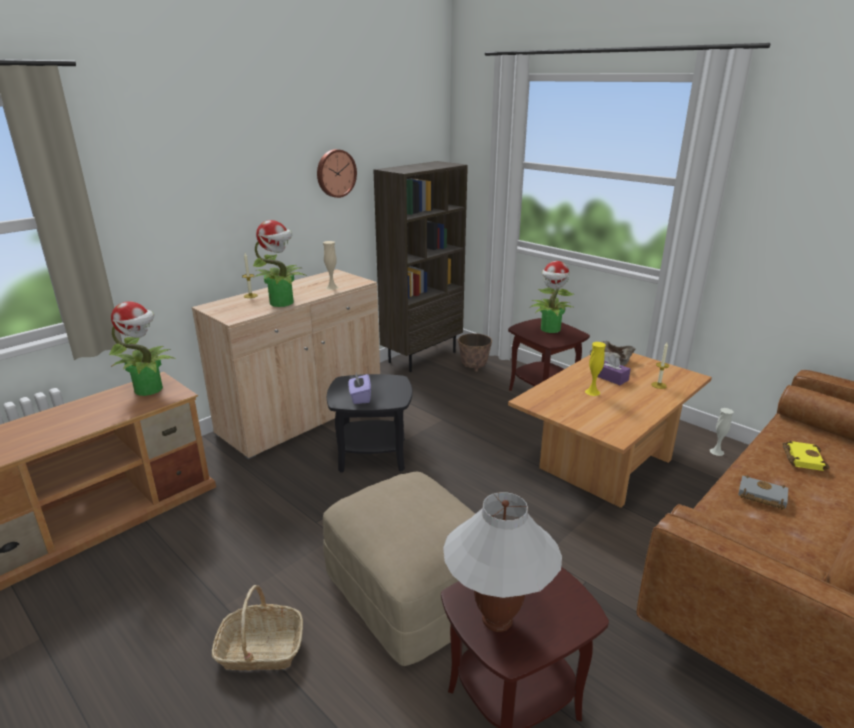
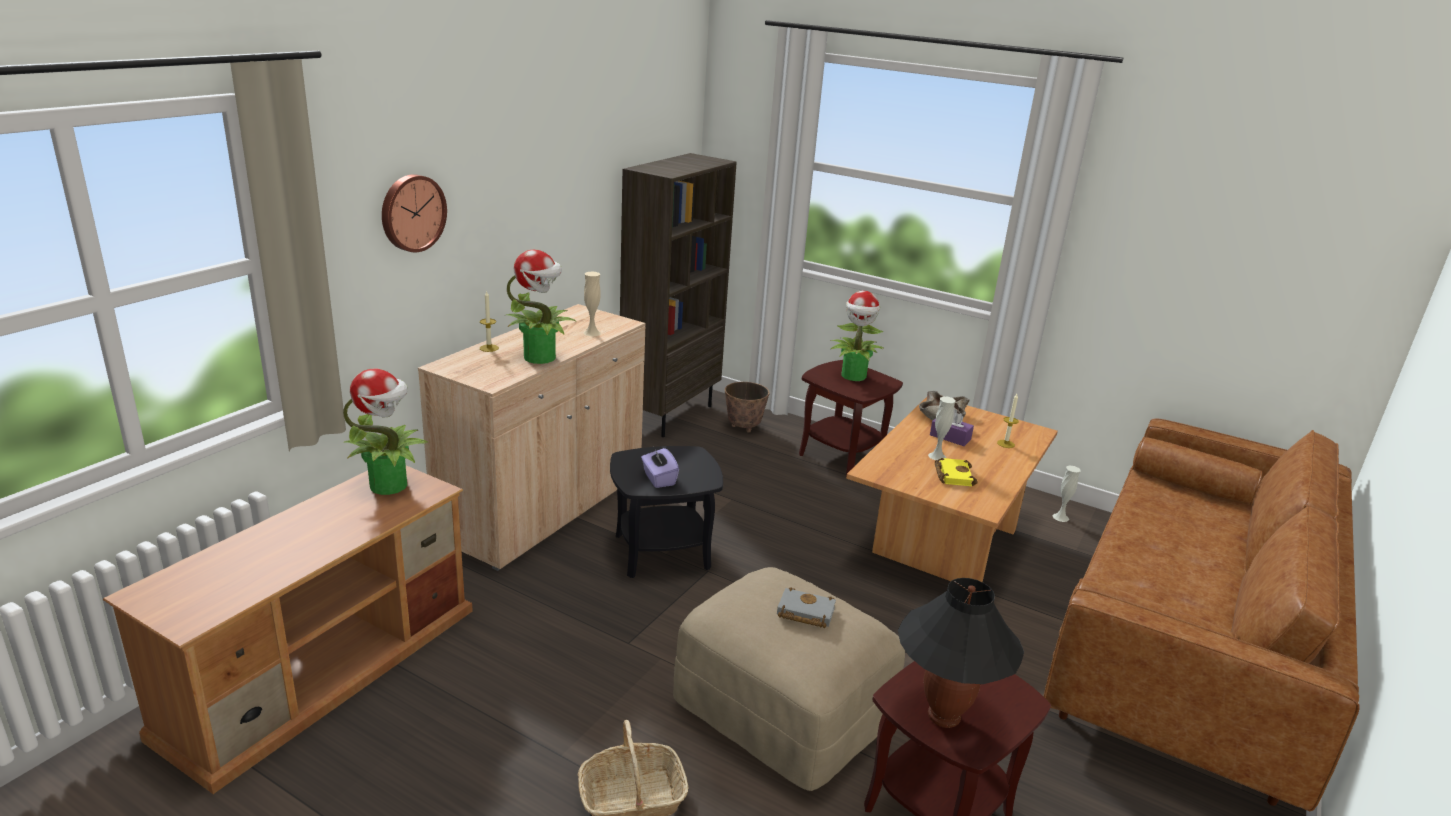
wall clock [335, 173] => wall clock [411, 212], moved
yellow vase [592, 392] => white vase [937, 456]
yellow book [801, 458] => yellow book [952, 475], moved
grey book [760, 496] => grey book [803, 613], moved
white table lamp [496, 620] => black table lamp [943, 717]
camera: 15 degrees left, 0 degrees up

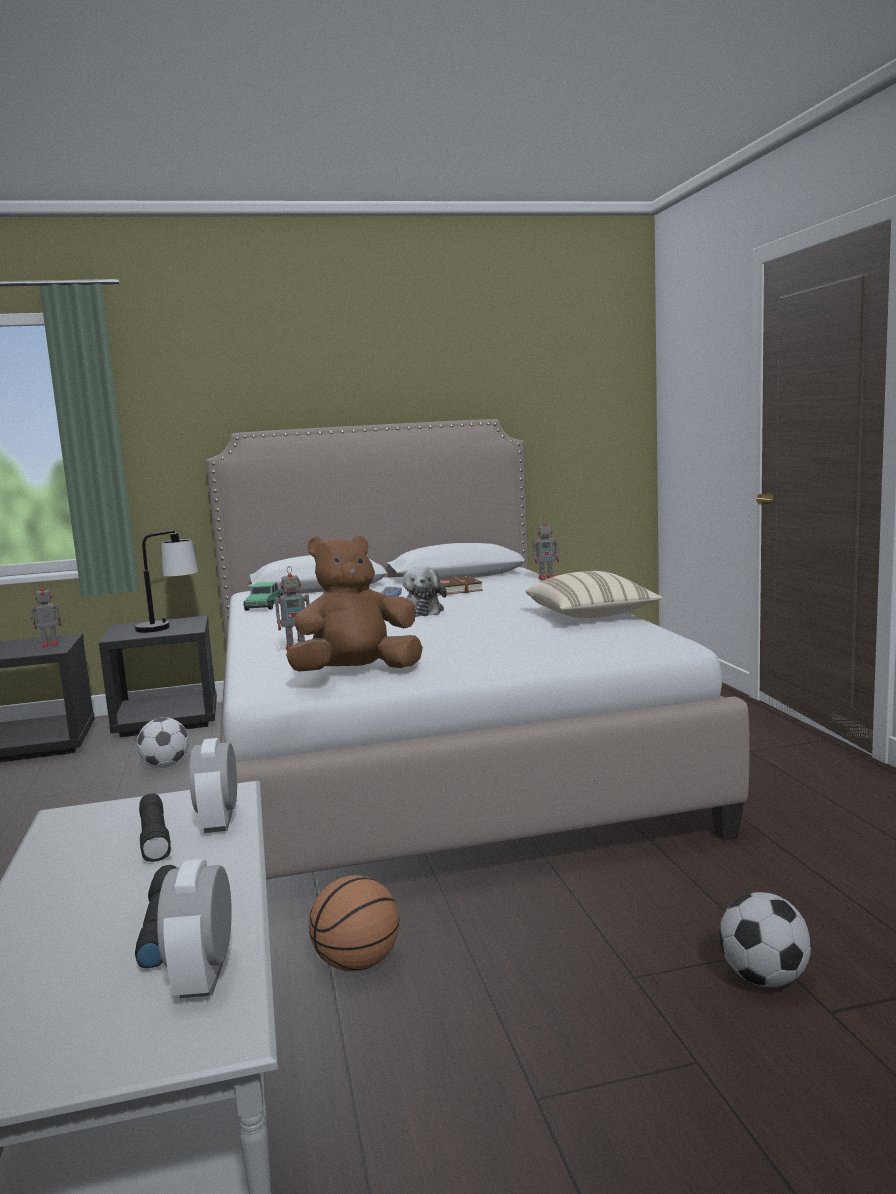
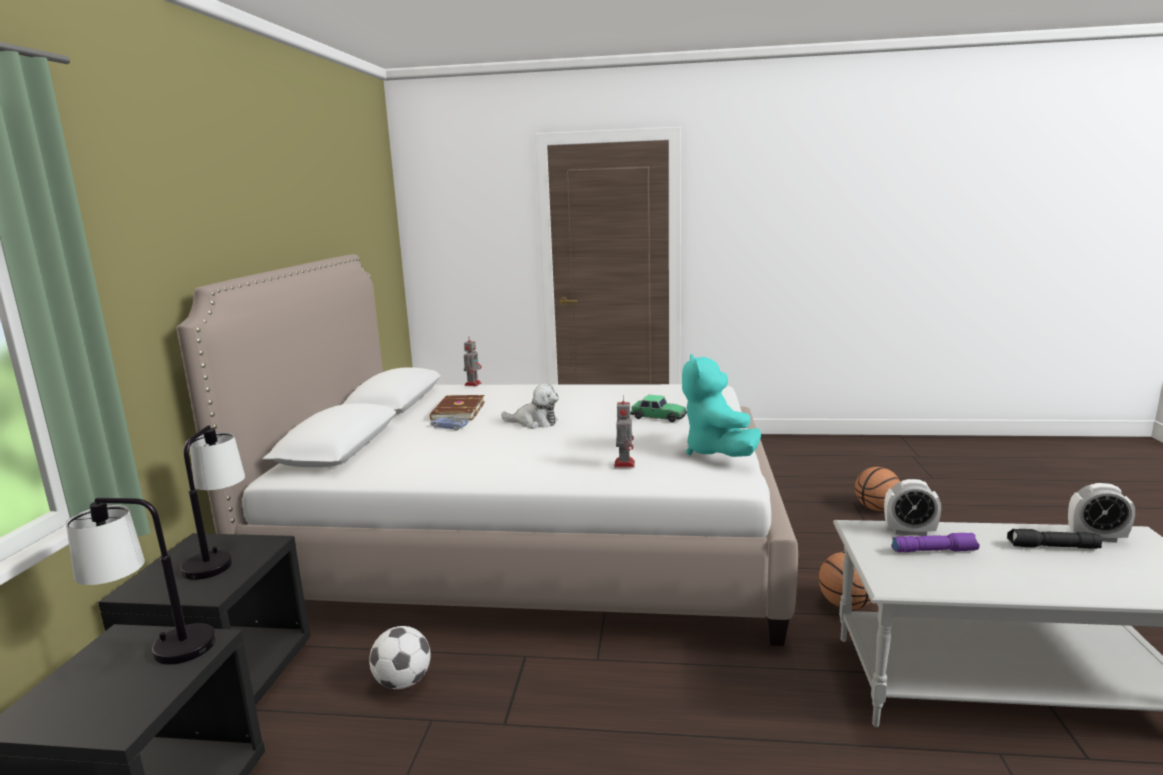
brown plush toy [356, 673] => turquoise plush toy [717, 452]
beige pillow [591, 616] => nothing
toy car [264, 606] => toy car [658, 417], moved
toy robot [49, 645] => table lamp [157, 649]
black flashlight [156, 838] => purple flashlight [934, 550]
football [763, 978] => basketball [876, 508]
camera: 70 degrees left, 5 degrees up

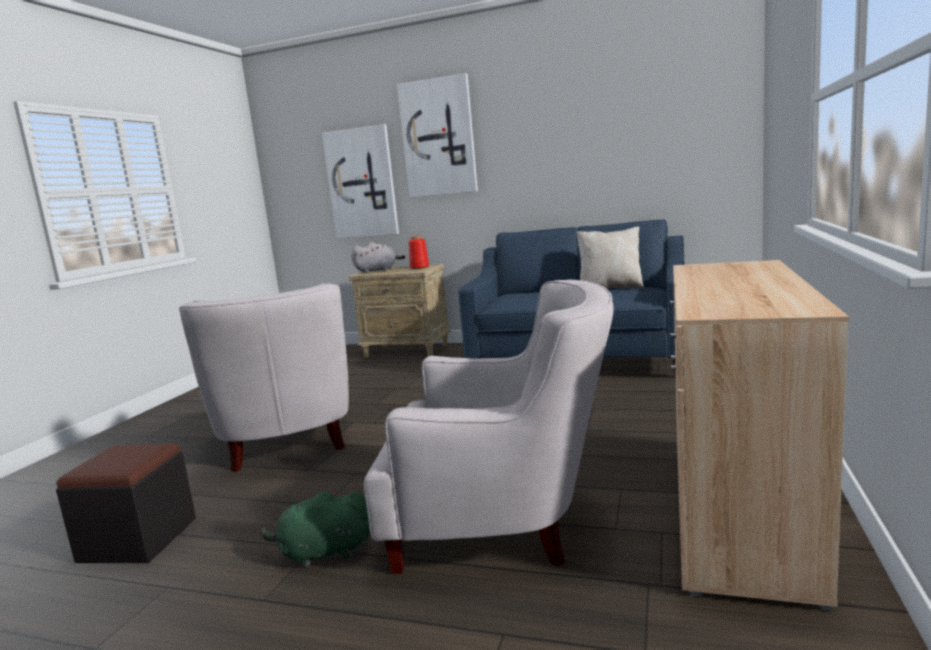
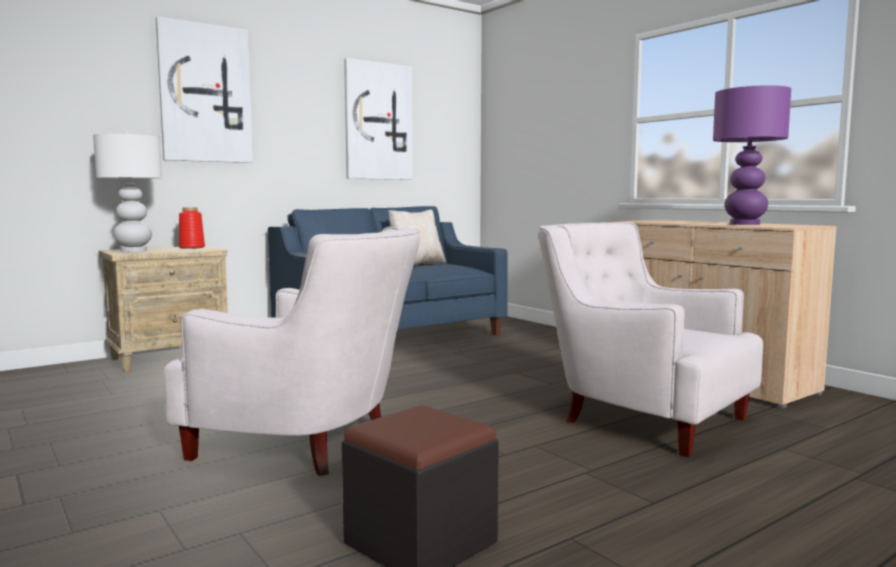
picture [361, 183] => picture [378, 121], moved
grey plush toy [377, 270] => white table lamp [134, 250]
white armchair [502, 523] => white armchair [640, 417], 90 degrees counterclockwise
green plush toy [323, 554] => nothing
nothing => purple table lamp [744, 224]
camera: 55 degrees left, 5 degrees down

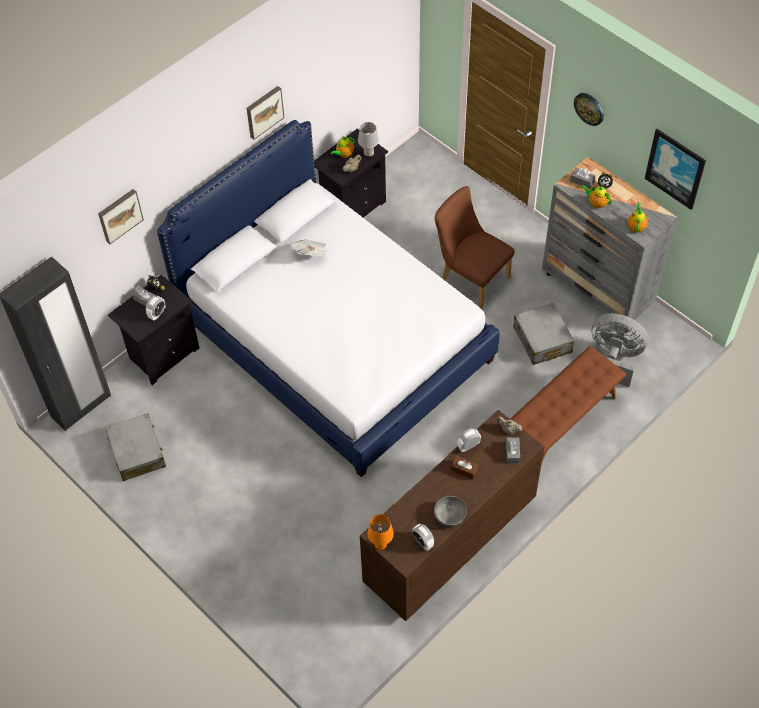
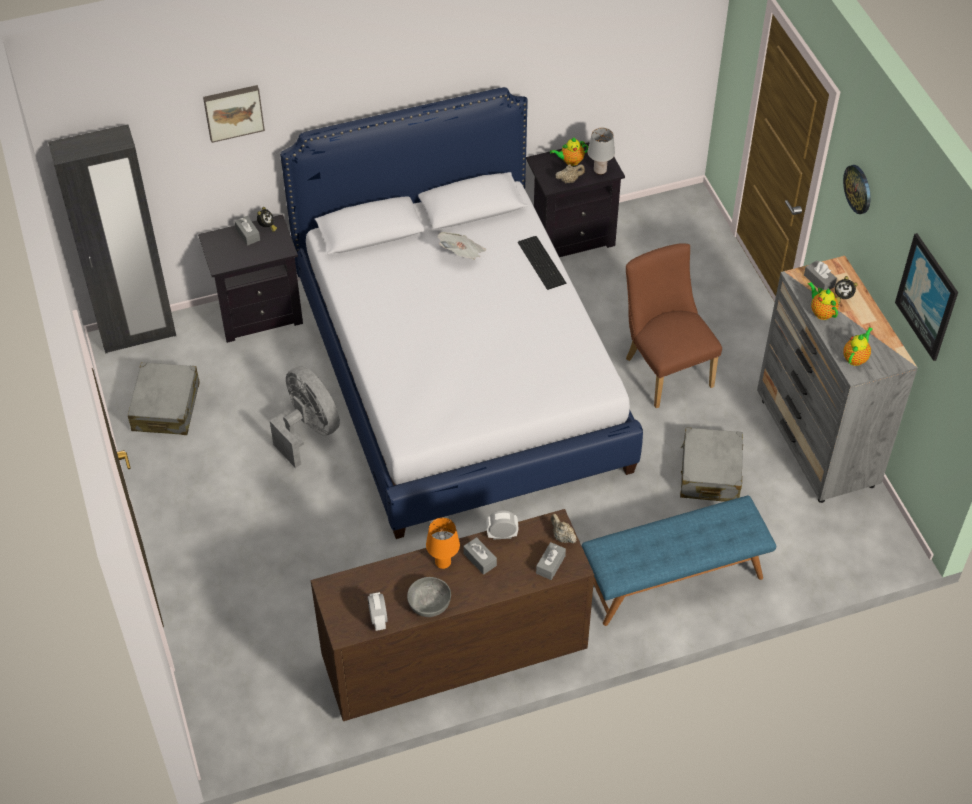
picture [264, 111] => nothing
alarm clock [157, 314] => nothing
grey fan [615, 357] => grey fan [309, 430], moved
brown bench [561, 424] => blue bench [673, 580]
brown tissue box [464, 470] => grey tissue box [480, 559]
orange table lamp [380, 544] => orange table lamp [442, 562], moved
nothing => keyboard [542, 262]
camera: 25 degrees right, 5 degrees down

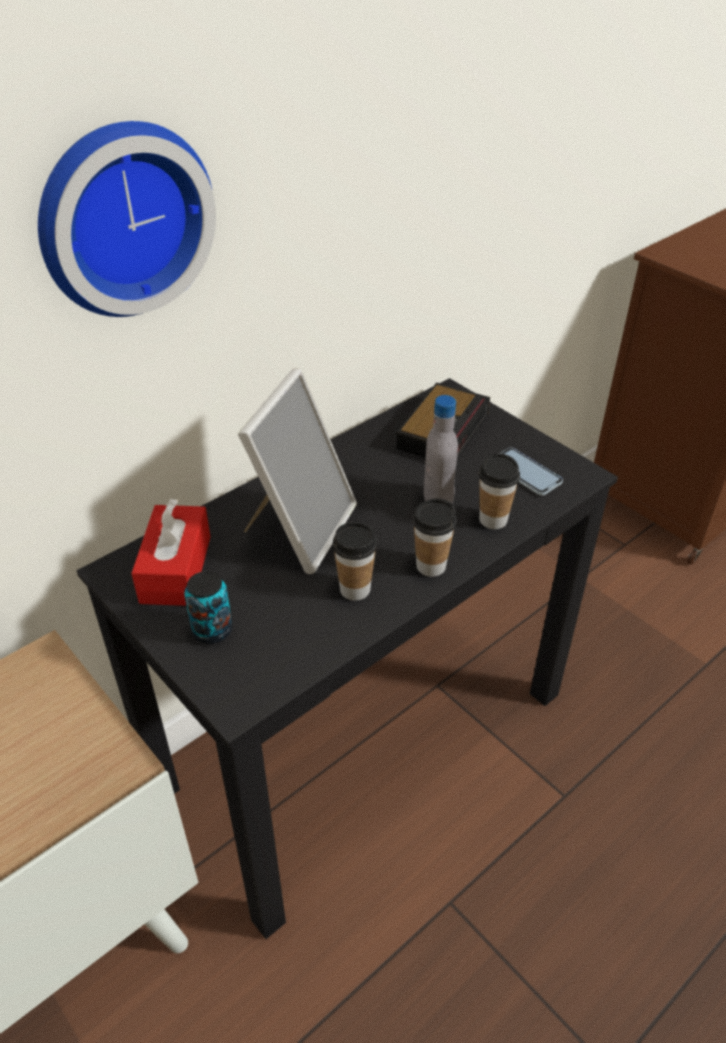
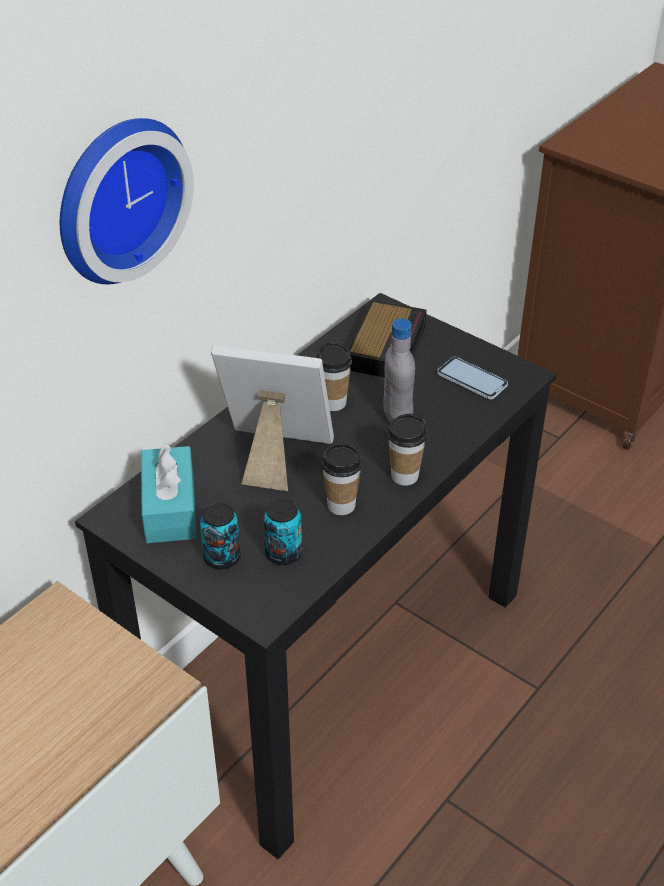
picture frame [299, 528] => picture frame [274, 456], 90 degrees counterclockwise
cup [493, 520] => cup [333, 403], moved
red tissue box [176, 569] => turquoise tissue box [170, 508]
nothing => can [283, 553]
camera: 10 degrees left, 0 degrees up

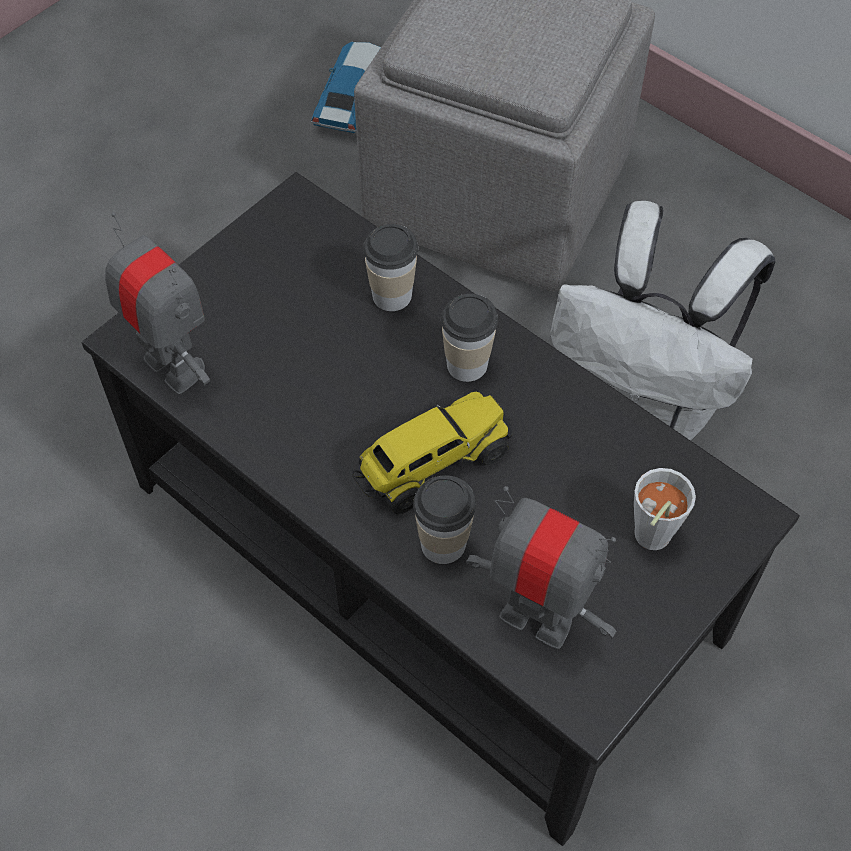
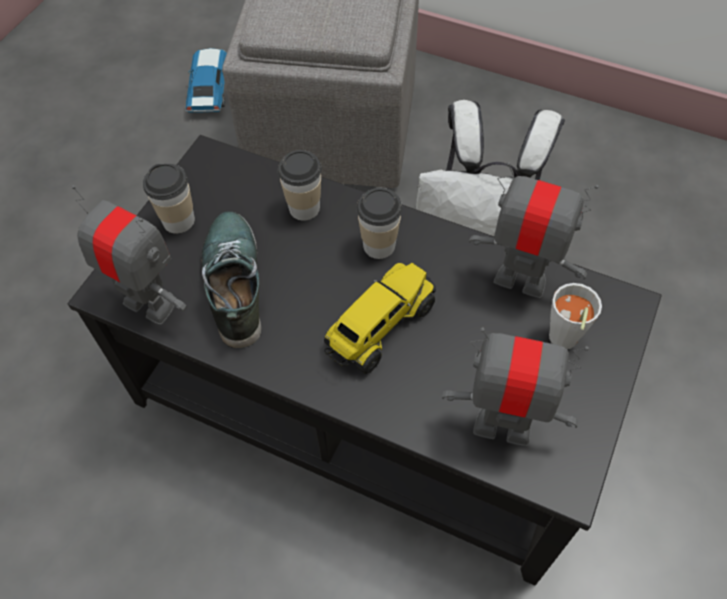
cup [443, 544] => cup [179, 221], moved
nothing => toy robot [520, 280]
nothing => shoe [233, 283]
camera: 15 degrees left, 0 degrees up

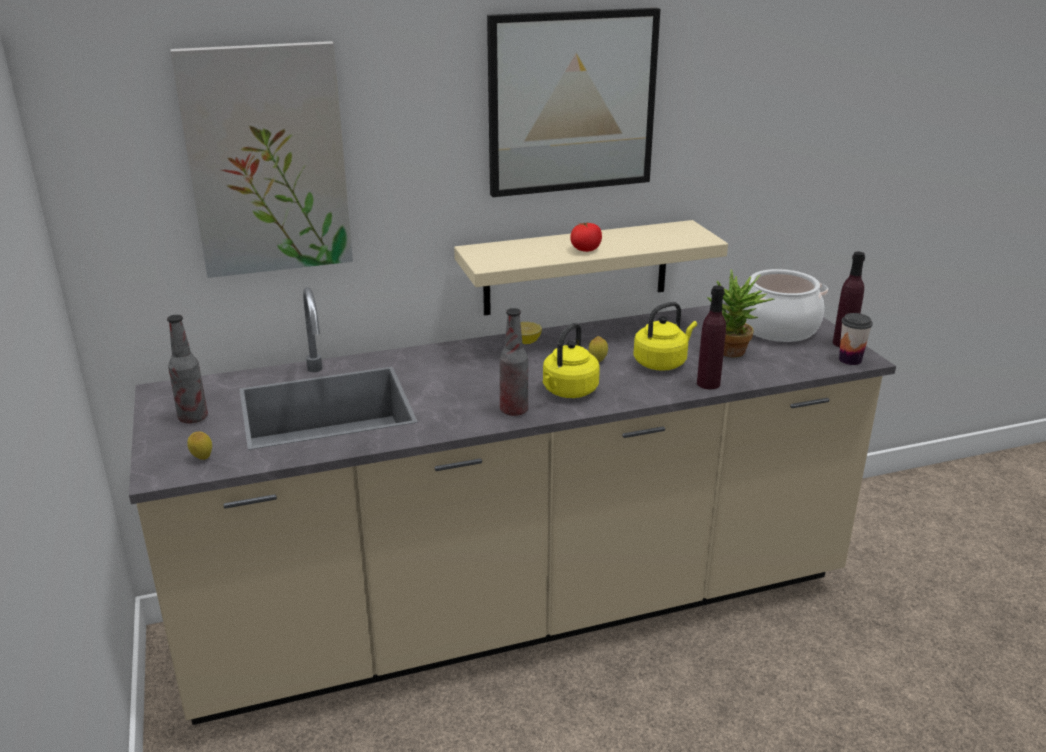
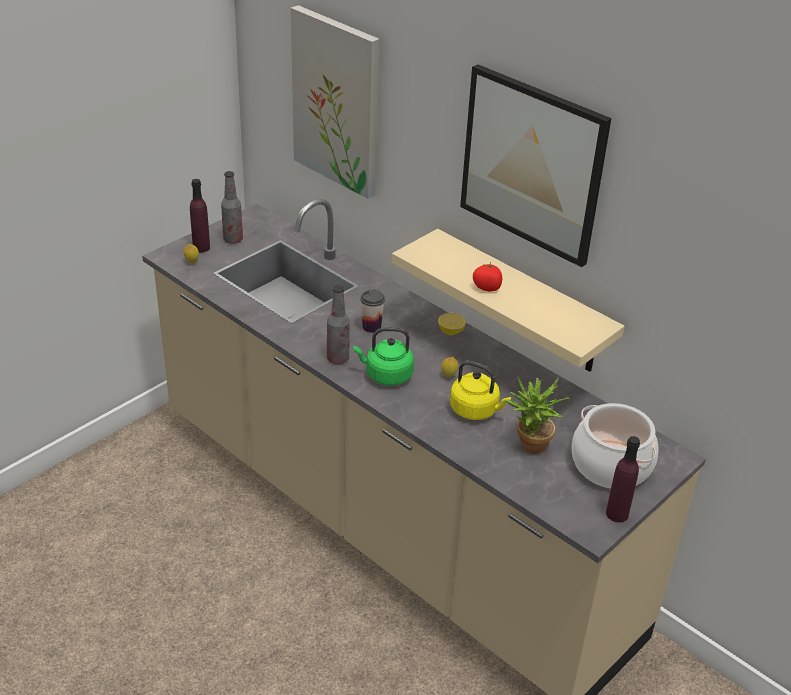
purple bottle [708, 383] => purple bottle [201, 247], moved
cup [850, 360] => cup [371, 327], moved
yellow kettle [568, 392] => green kettle [386, 375]
camera: 60 degrees right, 10 degrees up

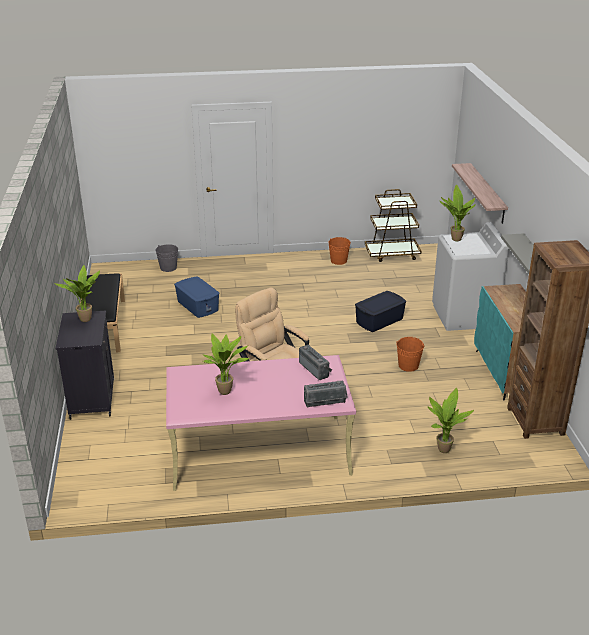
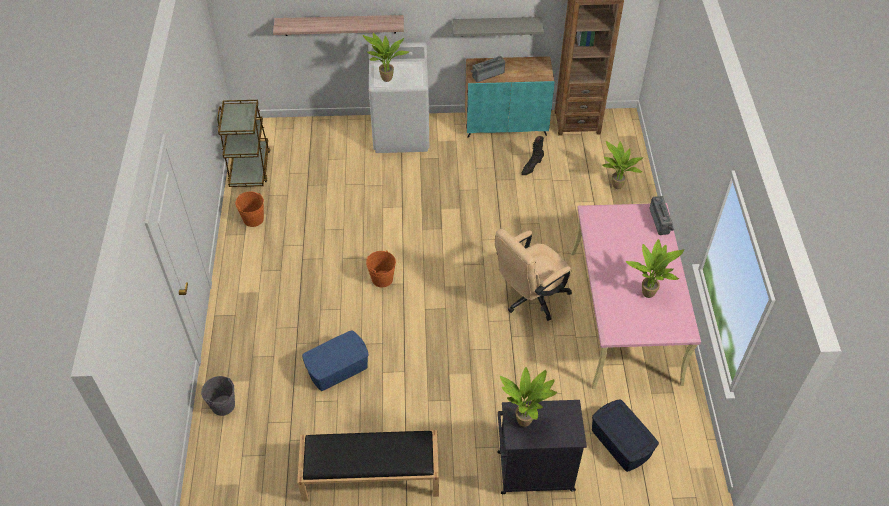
blue storage box [379, 320] => blue storage box [620, 443], moved
orange bucket [408, 365] => orange bucket [382, 279], moved
radio [315, 369] => radio [487, 74], moved
nothing => black boot [531, 167]
camera: 85 degrees left, 20 degrees up

